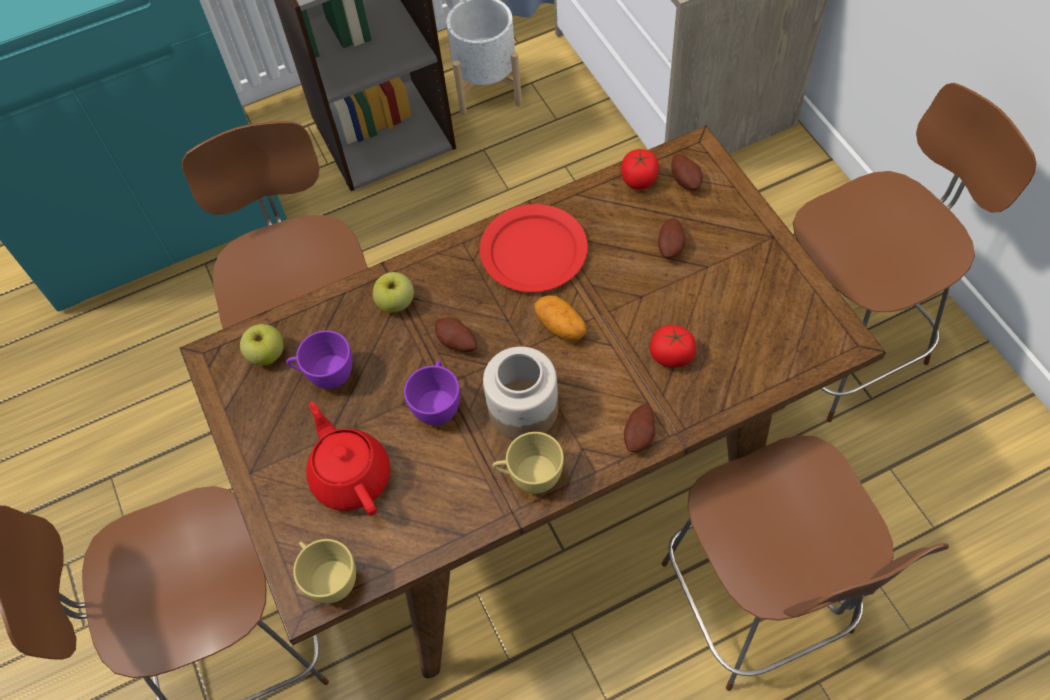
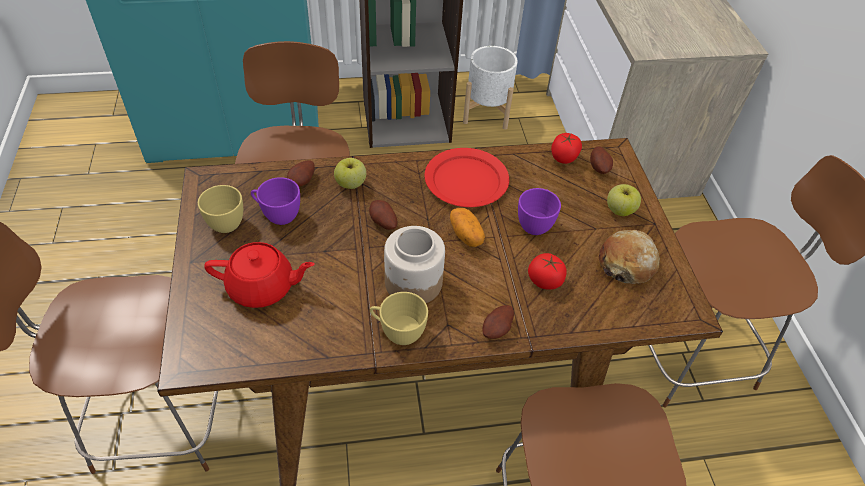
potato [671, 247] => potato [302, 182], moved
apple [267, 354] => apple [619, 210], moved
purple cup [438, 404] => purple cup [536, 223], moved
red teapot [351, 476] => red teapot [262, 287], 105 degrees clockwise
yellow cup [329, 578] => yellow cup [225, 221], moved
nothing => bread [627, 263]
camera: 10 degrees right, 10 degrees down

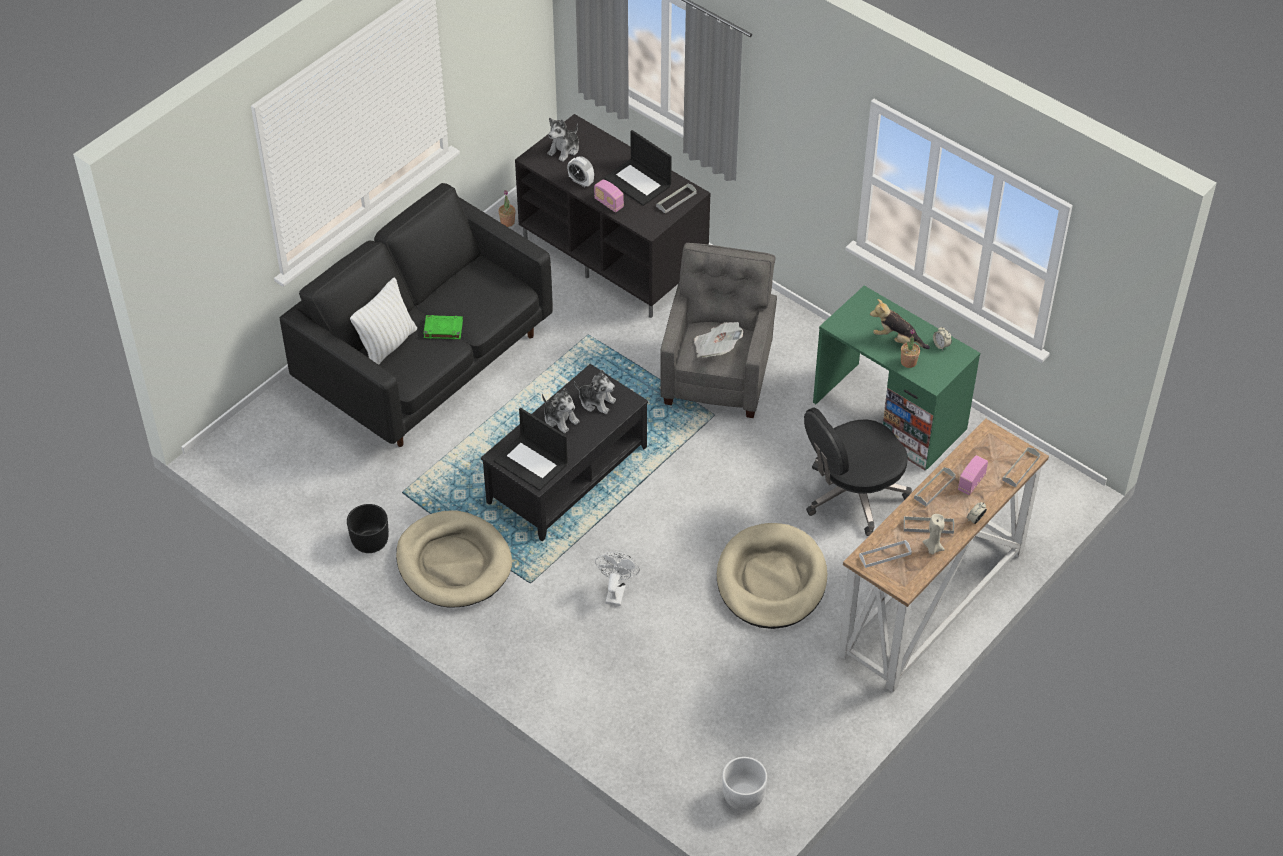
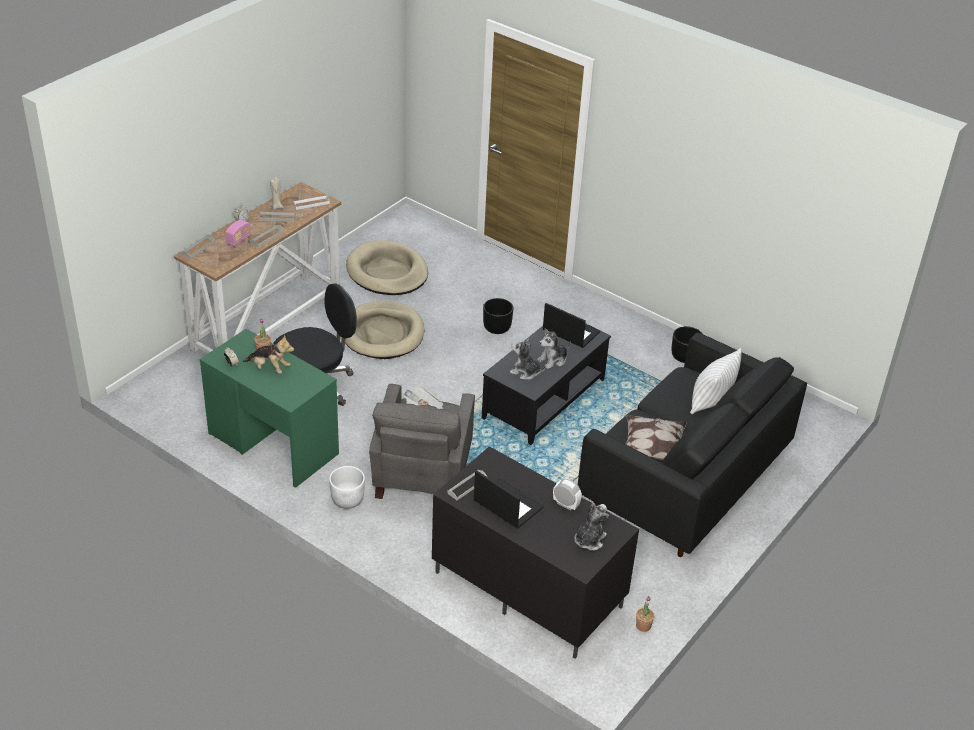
radio [608, 203] => nothing
green book [443, 329] => nothing
plush toy [560, 419] => plush toy [553, 360], 75 degrees counterclockwise
beige dog bed [454, 563] => beige dog bed [387, 272], moved
white fan [616, 591] => black planter [497, 327]
white planter [743, 795] => white planter [347, 500], moved
nothing => pillow [651, 450]
camera: 175 degrees right, 10 degrees down

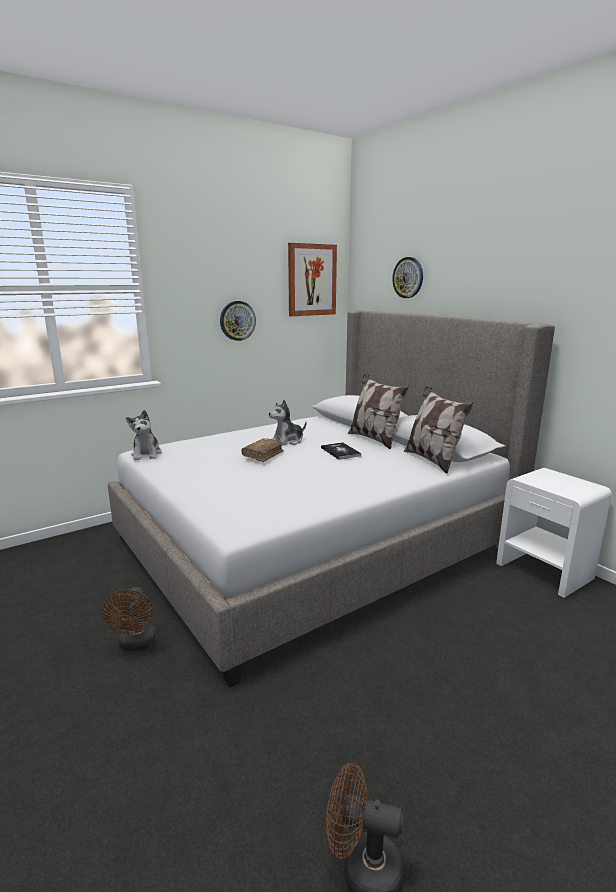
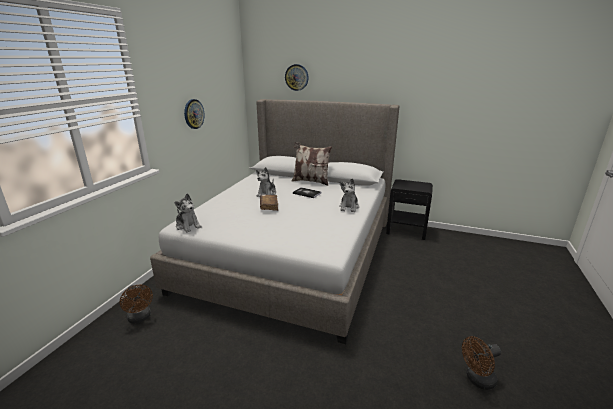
picture [311, 280] => nothing
pillow [432, 460] => nothing
white nightstand [544, 571] => black nightstand [406, 230]
brown fan [136, 644] => brown fan [140, 318], moved
nothing => plush toy [349, 207]
camera: 35 degrees left, 5 degrees up

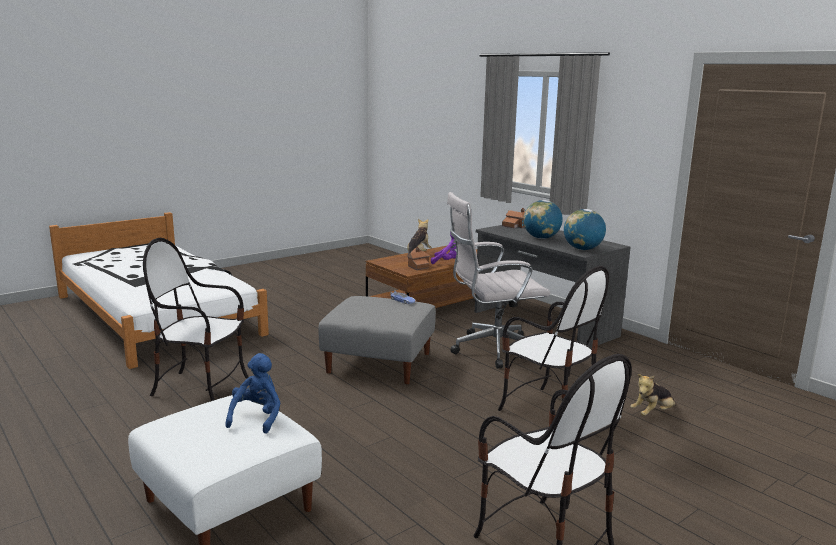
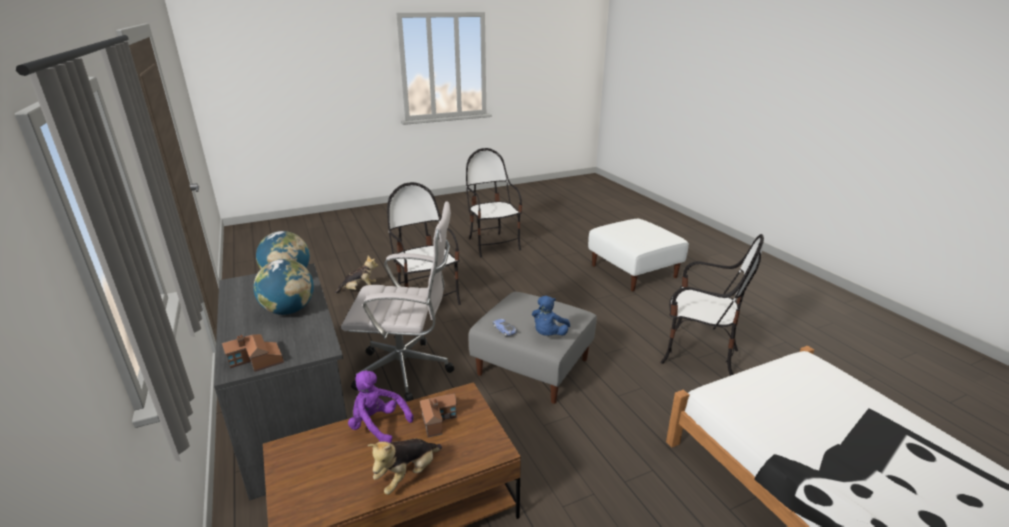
blue plush toy [257, 417] => blue plush toy [548, 334], moved
camera: 165 degrees left, 10 degrees up

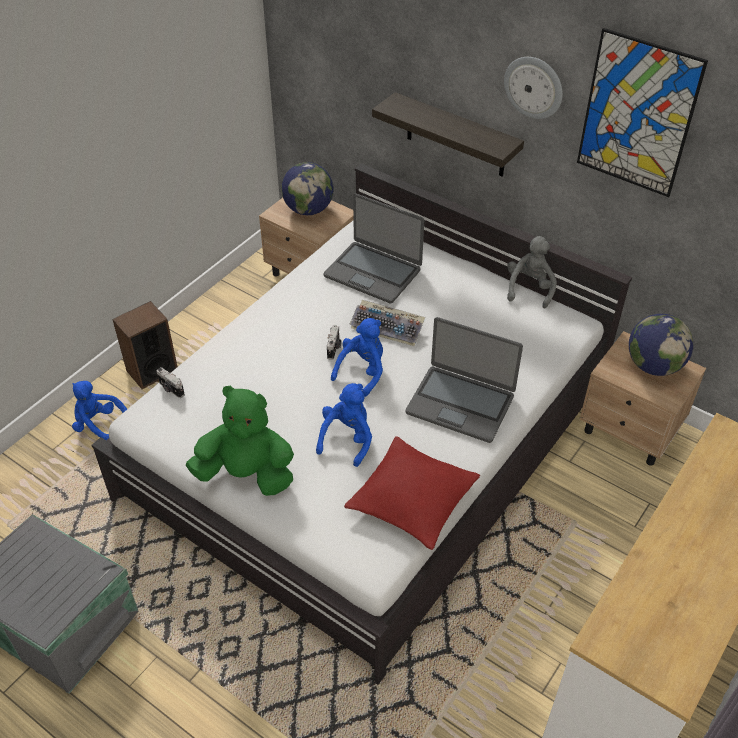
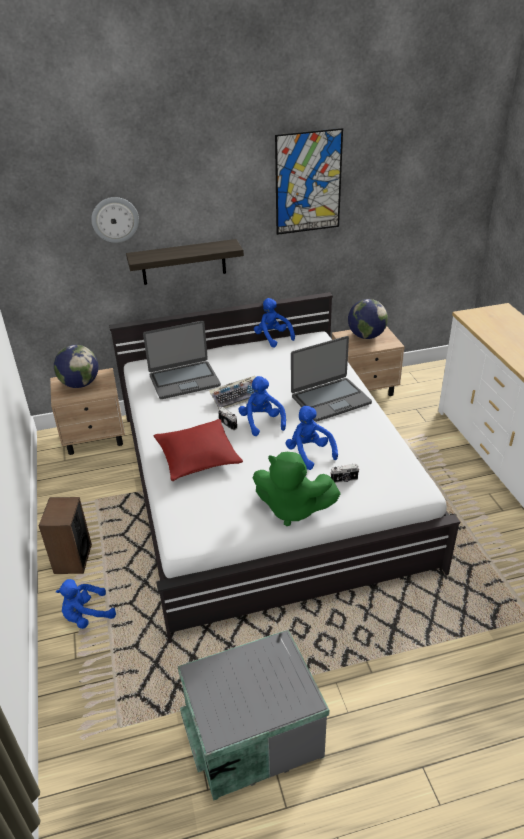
wall clock [534, 87] => wall clock [115, 219], moved
grey plush toy [529, 288] => blue plush toy [272, 337]
photo camera [171, 389] => photo camera [344, 480], moved
green plush toy [247, 474] => green plush toy [292, 509], 120 degrees counterclockwise
red pillow [412, 500] => red pillow [198, 457], moved
camera: 50 degrees left, 10 degrees down

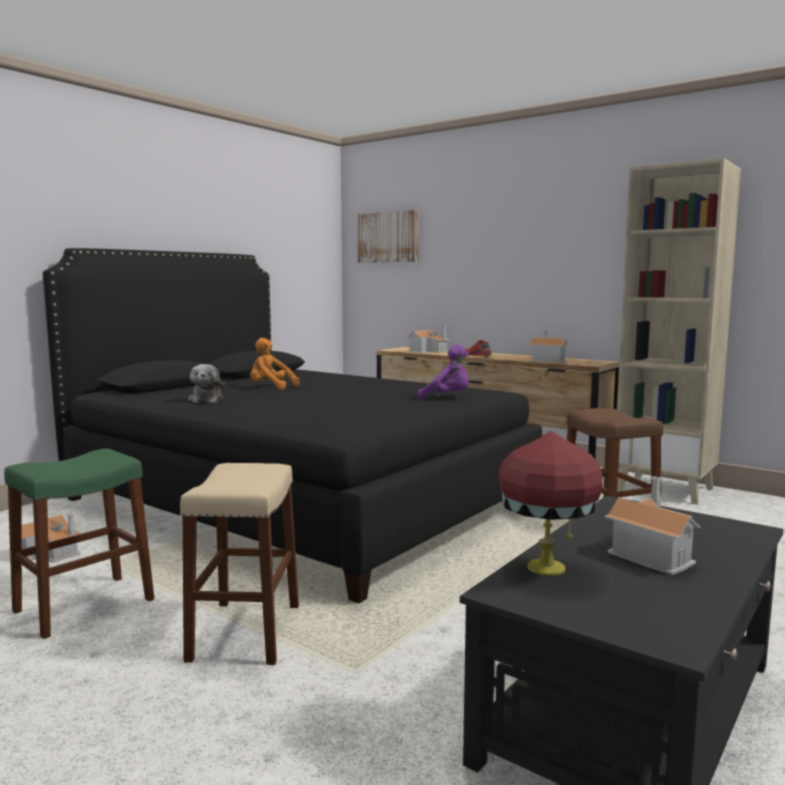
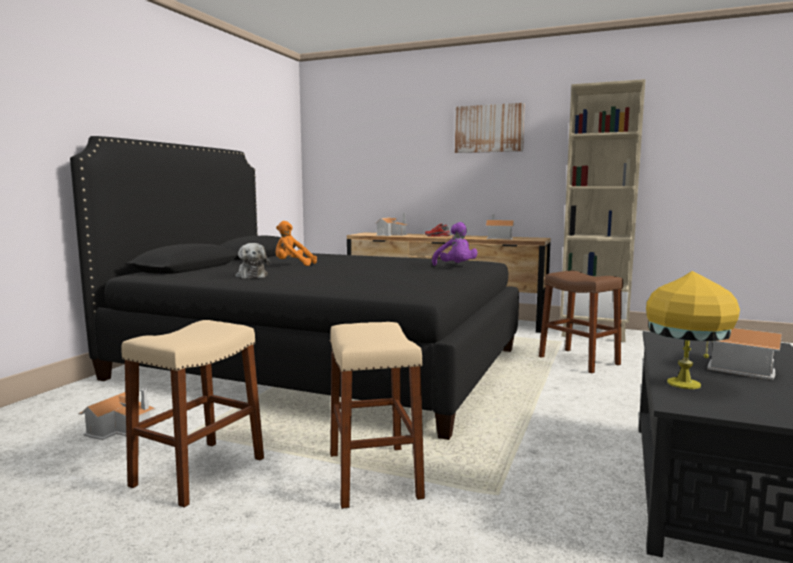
picture [388, 237] => picture [489, 128], moved
purple plush toy [447, 398] => purple plush toy [456, 267], 60 degrees clockwise
red table lamp [547, 569] => yellow table lamp [685, 384]
green stool [84, 605] => beige stool [199, 472]
camera: 15 degrees left, 0 degrees up

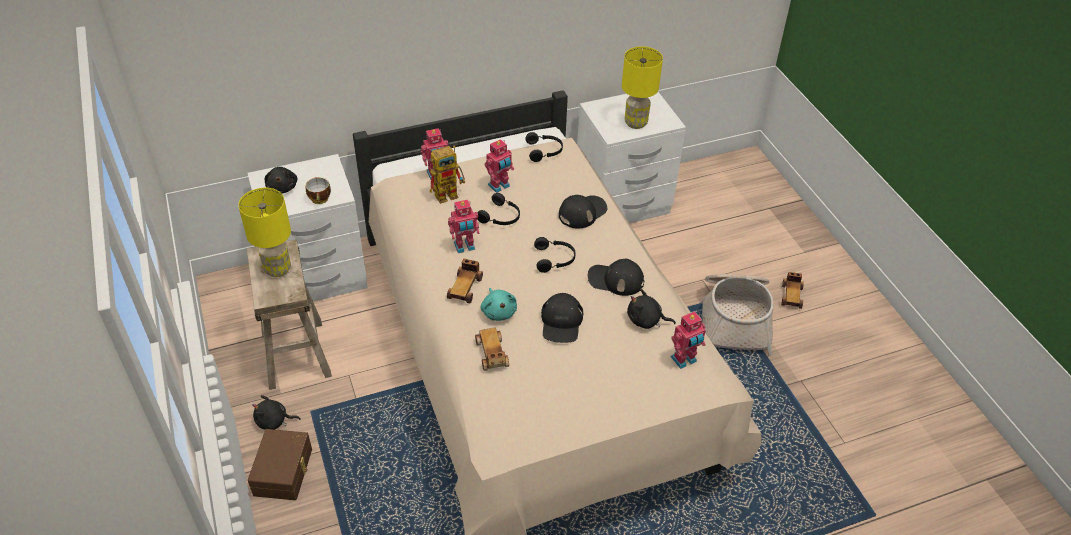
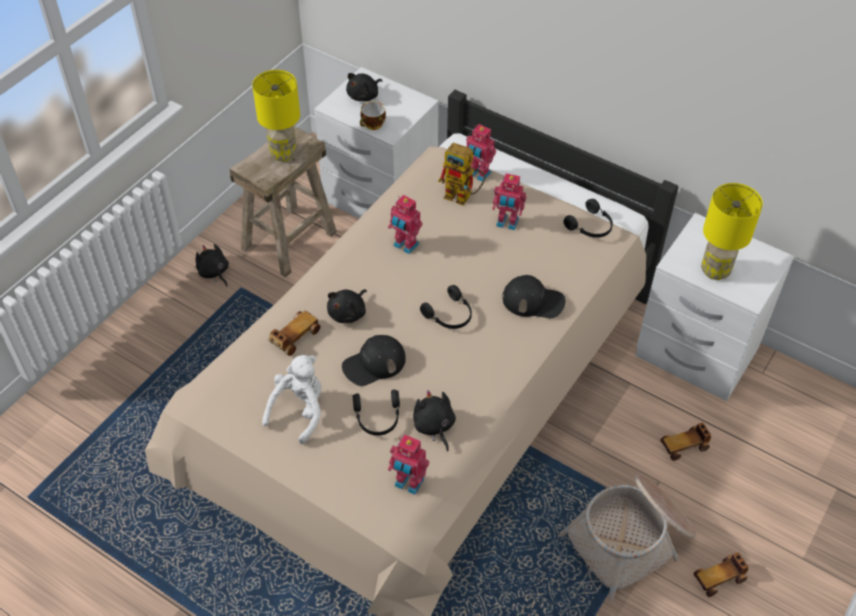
black headphones [501, 217] => black headphones [377, 418], moved
toy car [465, 287] => toy car [684, 446], moved
black cap [615, 280] => nothing
turquoise plush toy [498, 311] => black plush toy [348, 313]
brown storage box [284, 471] => nothing
nothing => white plush toy [299, 410]
camera: 55 degrees right, 5 degrees up

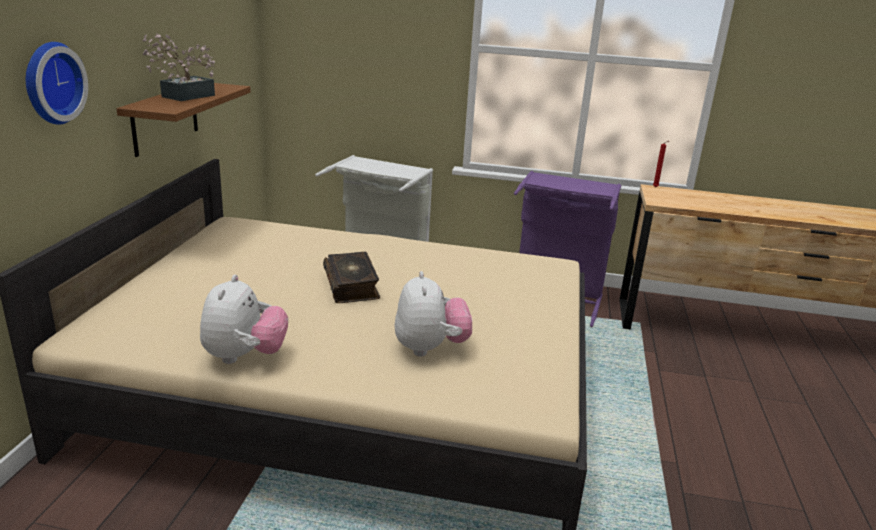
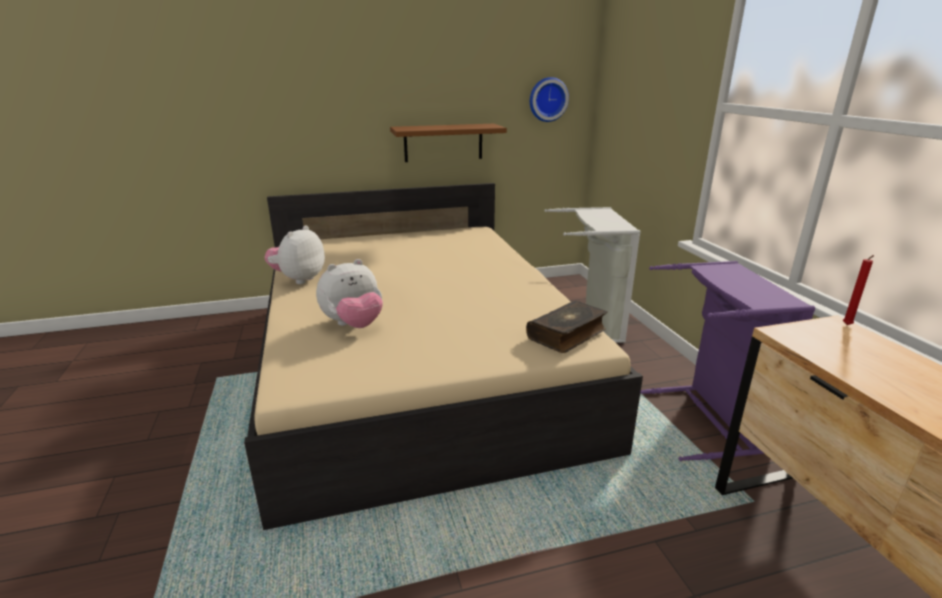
potted plant [183, 97] => nothing
wall clock [50, 83] => wall clock [547, 99], moved
book [352, 285] => book [567, 334], moved
plush toy [244, 356] => plush toy [298, 279], 135 degrees clockwise
camera: 65 degrees right, 0 degrees up

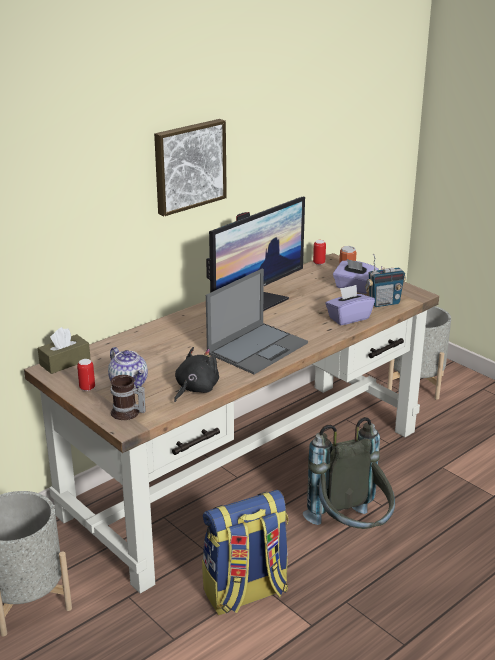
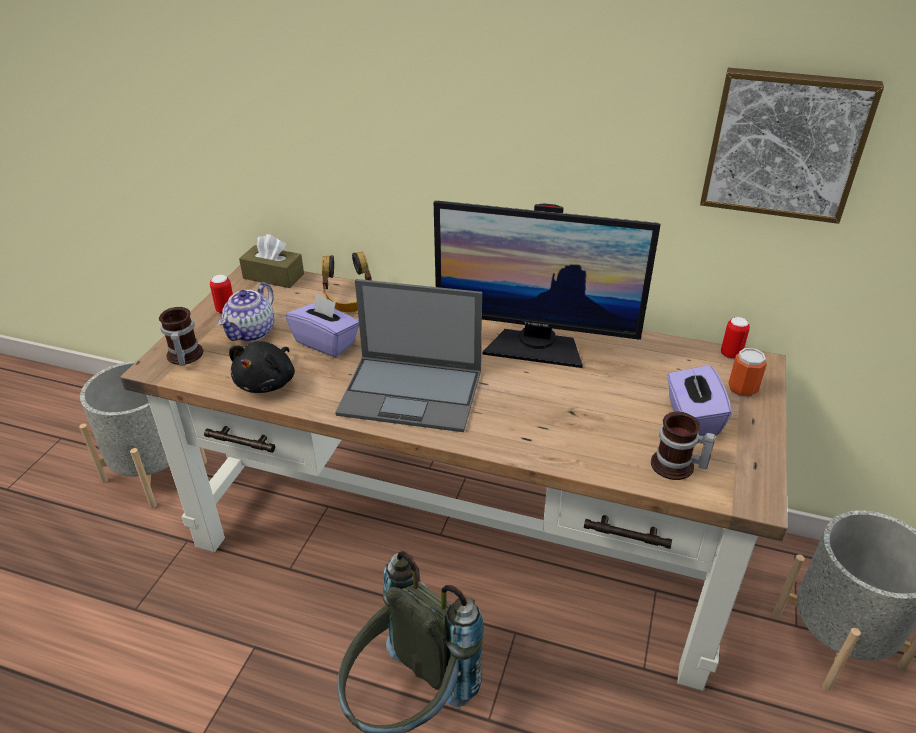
picture [188, 166] => picture [784, 144], moved
radio [384, 303] => mug [676, 467]
purple tissue box [348, 318] => purple tissue box [326, 342], moved
black plush toy [195, 389] => black plush toy [267, 382], 105 degrees clockwise
backpack [245, 593] => nothing
nothing => headphones [349, 299]
camera: 60 degrees right, 10 degrees up

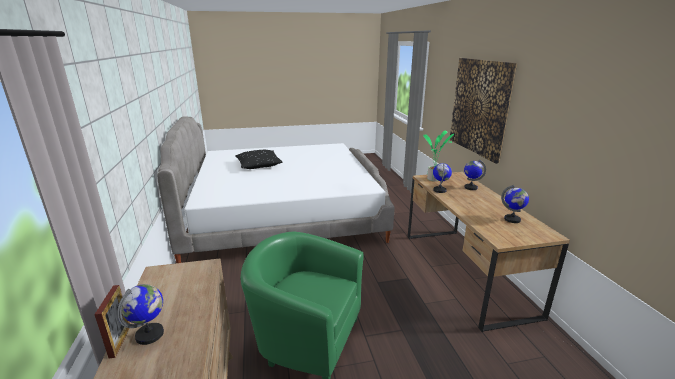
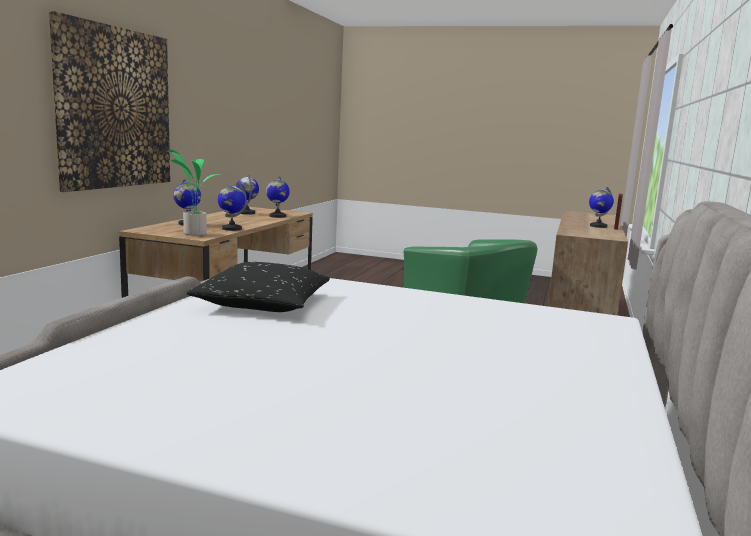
black pillow [259, 165] => black pillow [263, 302], moved
nothing => globe [277, 216]
camera: 150 degrees left, 10 degrees down

